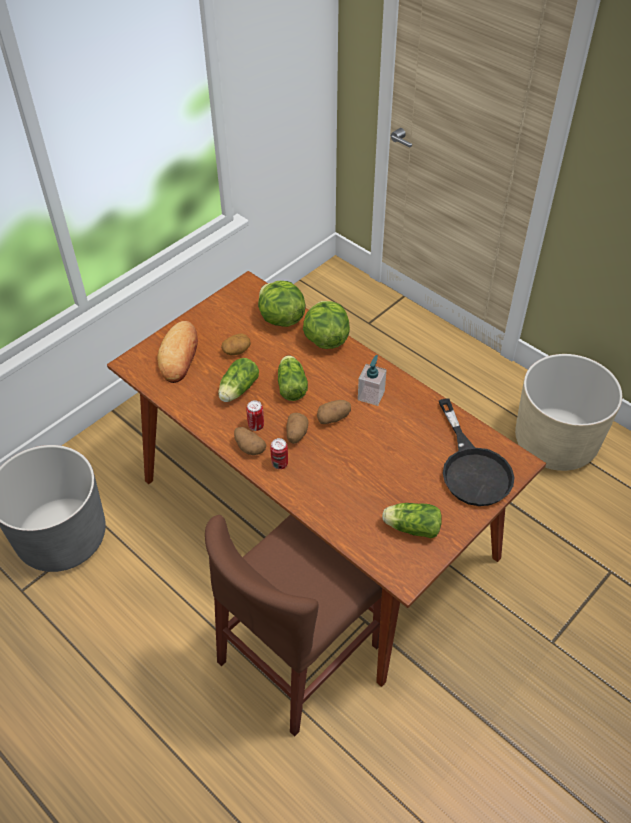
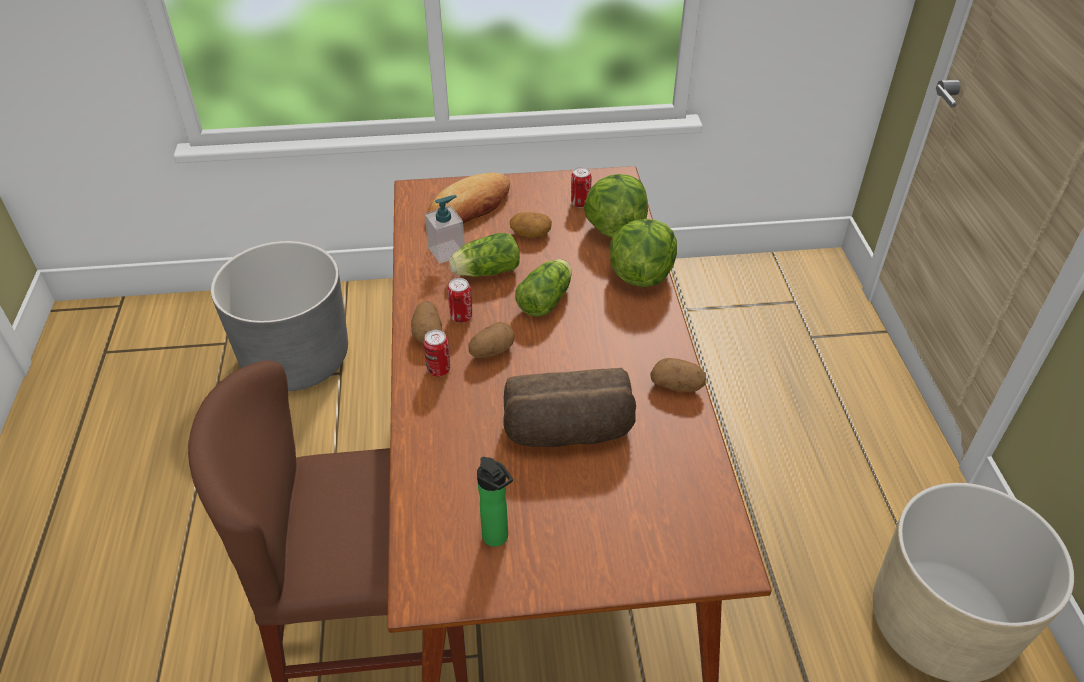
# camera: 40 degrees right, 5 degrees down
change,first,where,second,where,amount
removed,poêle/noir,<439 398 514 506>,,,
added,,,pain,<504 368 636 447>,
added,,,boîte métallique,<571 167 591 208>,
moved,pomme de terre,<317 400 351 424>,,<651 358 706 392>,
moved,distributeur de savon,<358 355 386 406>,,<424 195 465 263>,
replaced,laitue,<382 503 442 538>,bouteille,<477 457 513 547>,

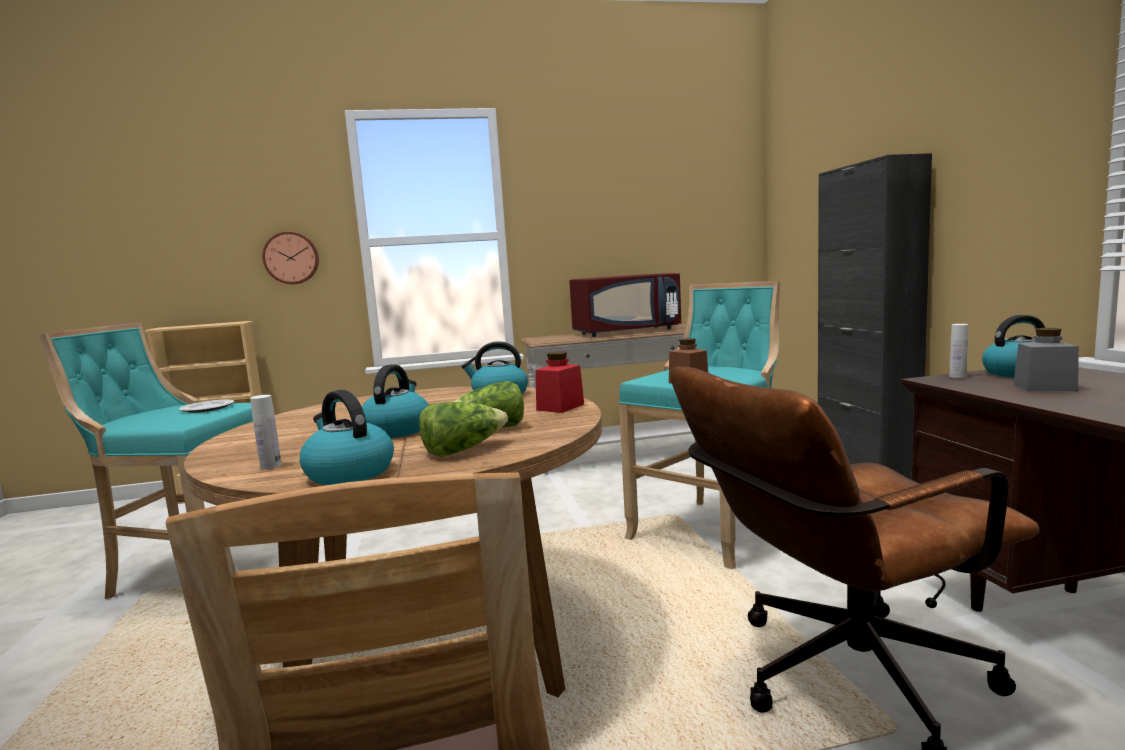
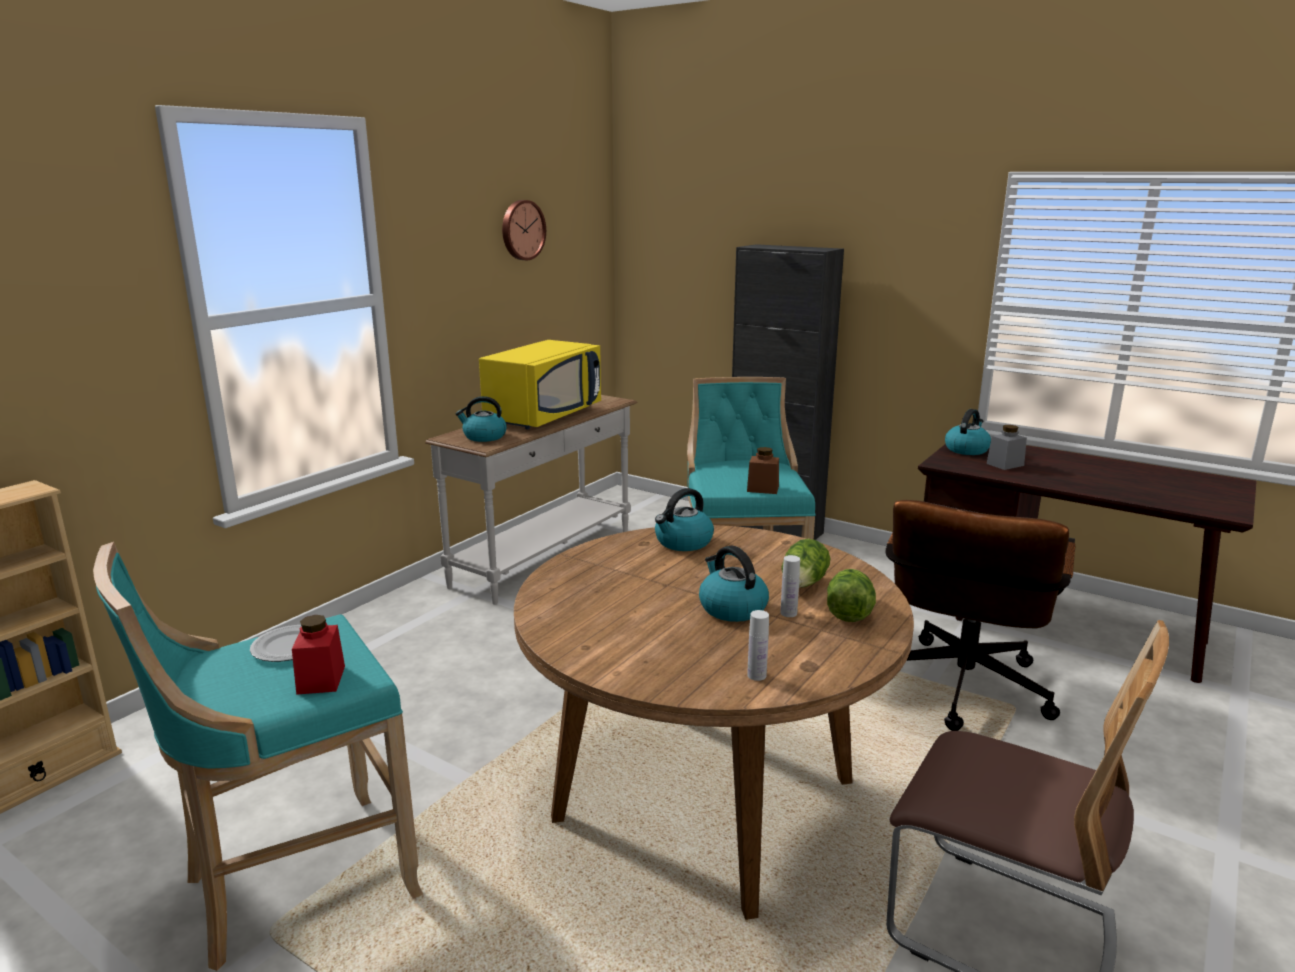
# camera: 45 degrees left, 10 degrees up
change,first,where,second,where,amount
moved,horloge murale,<262 232 319 284>,,<502 200 546 260>,
moved,bouilloire,<300 390 394 485>,,<455 396 507 442>,
moved,bocal/rouge,<535 352 584 413>,,<292 615 345 695>,
moved,bouteille/blanc,<949 324 968 378>,,<780 555 800 617>,
recoloured,micro-ondes/rouge,<569 273 681 337>,micro-ondes/jaune,<479 340 601 429>,

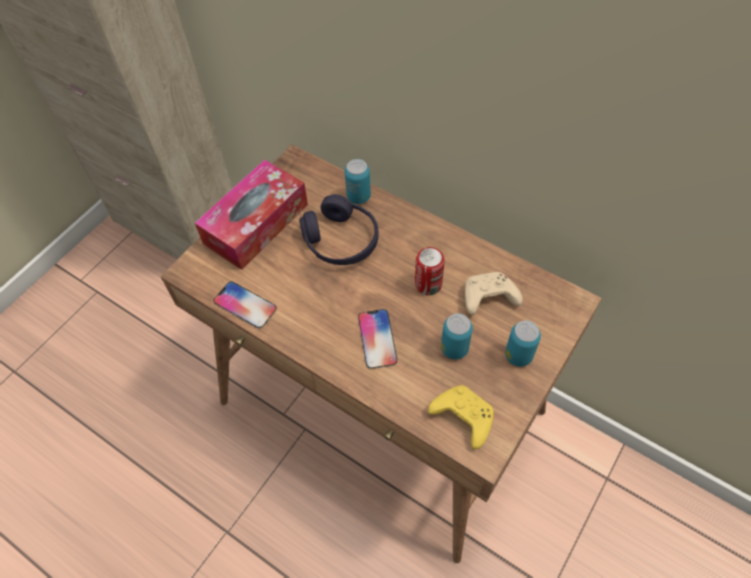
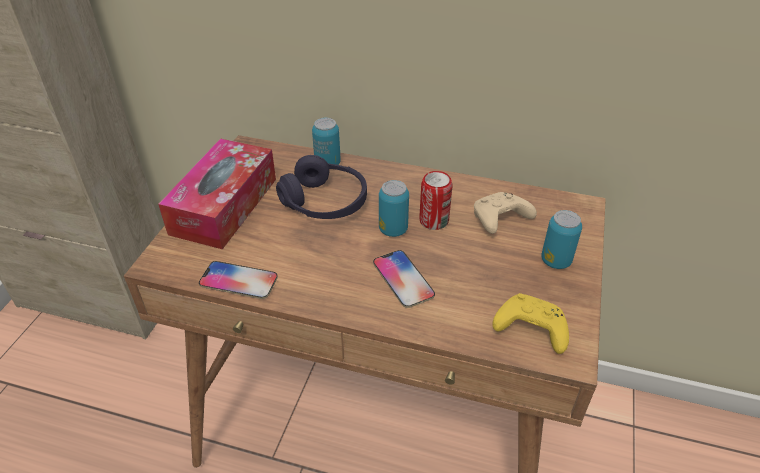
# camera: 20 degrees left, 15 degrees down
change,first,where,second,where,amount
moved,boîte métallique,<441 313 473 360>,,<379 180 409 237>,

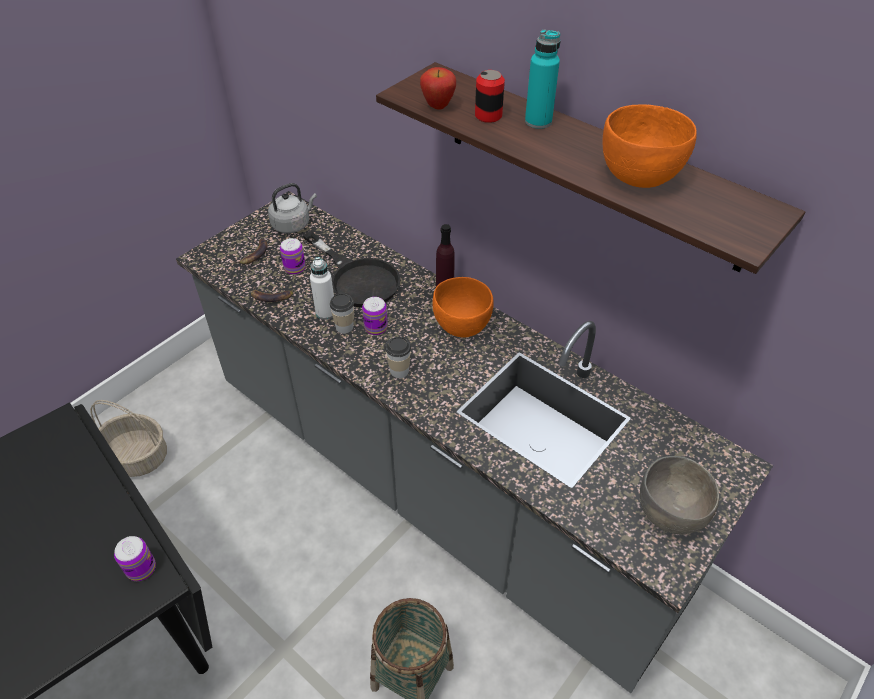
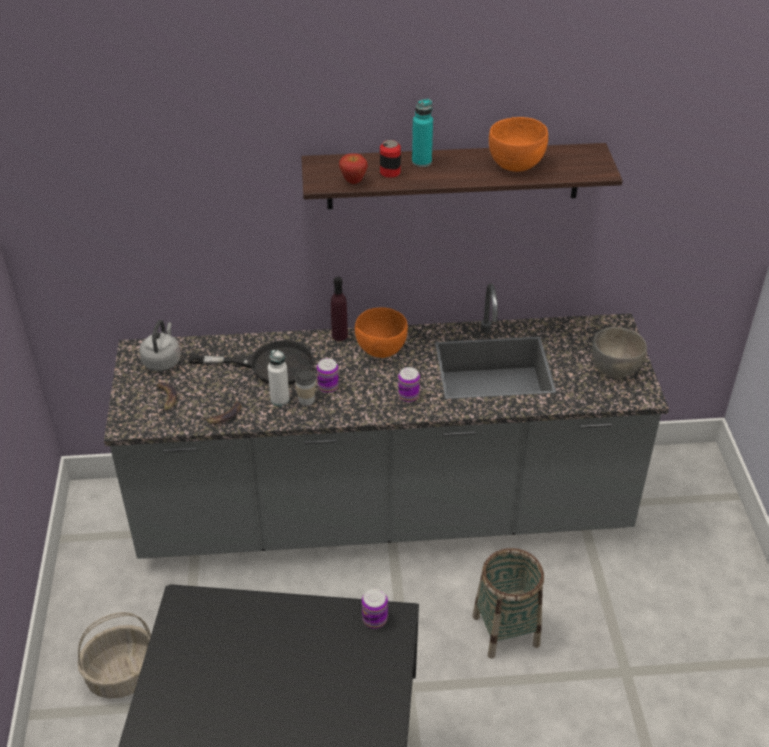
# camera: 45 degrees left, 5 degrees down
change,first,where,second,where,amount
removed,tasse,<385 337 411 378>,,,
moved,boîte métallique,<280 238 306 275>,,<398 367 420 402>,

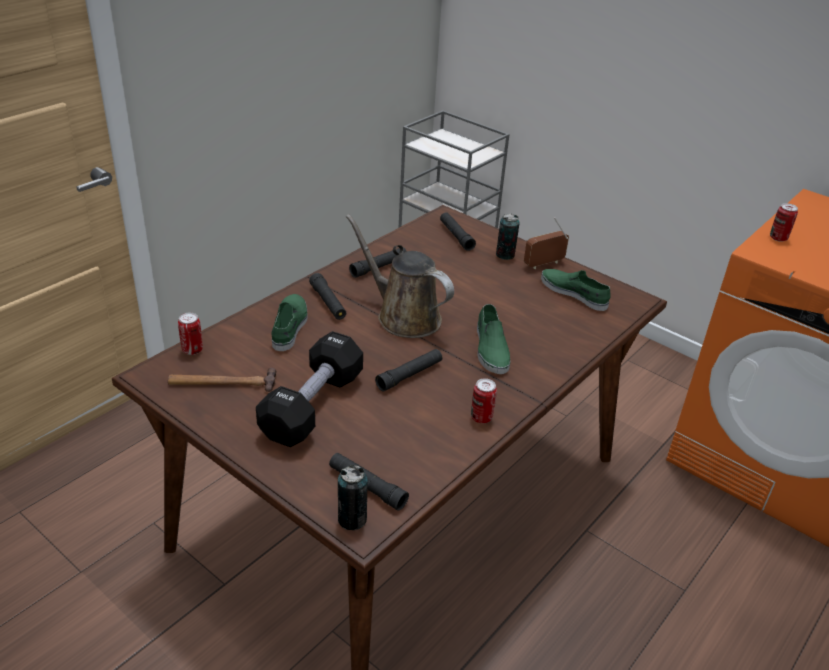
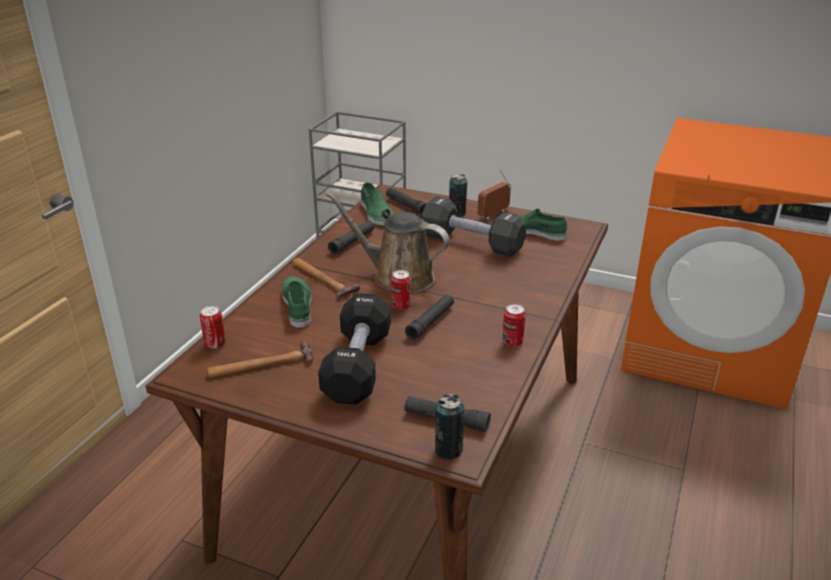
# camera: 15 degrees left, 5 degrees down
change,first,where,second,where,amount
added,,,haltère/noir,<421 196 526 257>,
moved,chaussure/vert,<477 304 510 374>,,<361 182 394 225>,
moved,boîte métallique,<770 203 798 242>,,<391 270 411 310>,
replaced,lampe de poche/noir,<309 273 346 320>,marteau,<293 258 360 298>,

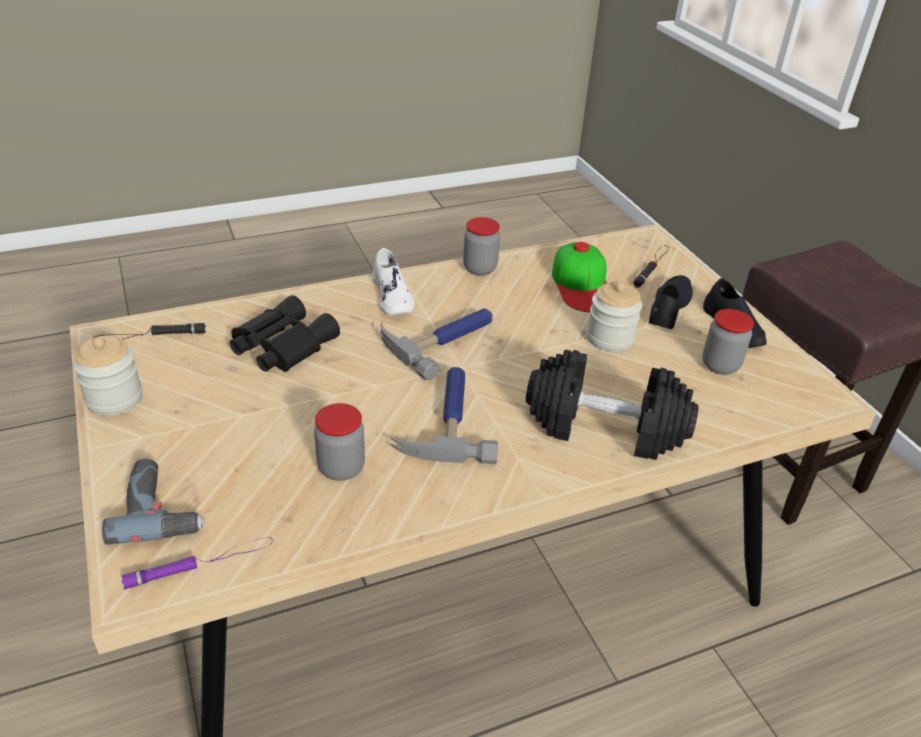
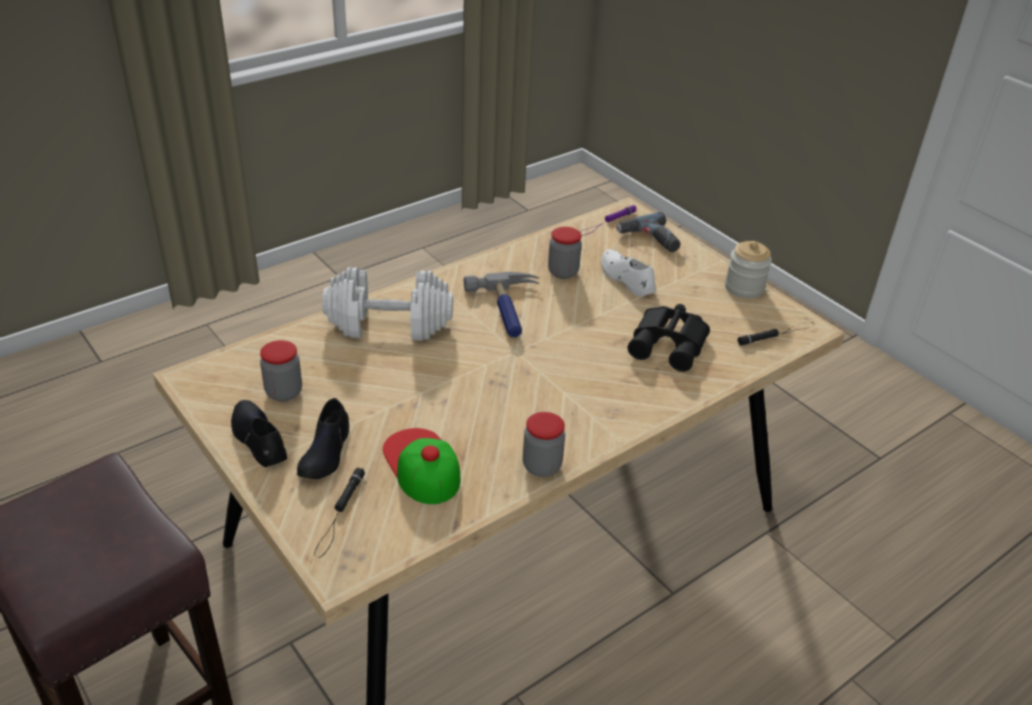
# camera: 165 degrees right, 0 degrees up
change,first,where,second,where,amount
removed,marteau,<381 308 493 380>,,,
removed,bocal,<587 282 642 352>,,,
moved,chaussure/blanc,<373 248 415 315>,,<601 249 656 297>,
recoloured,haltère/noir,<526 350 699 460>,haltère/blanc,<322 267 453 341>,

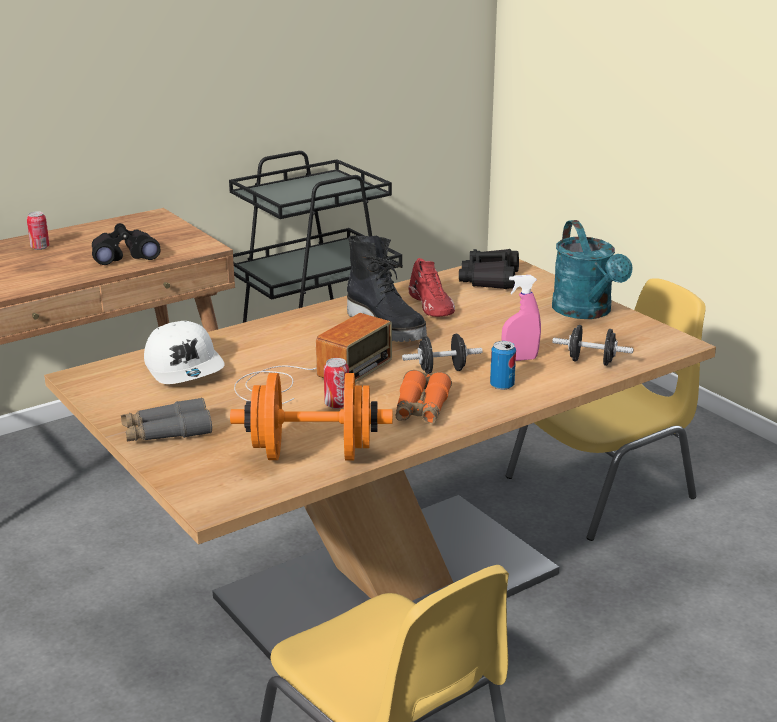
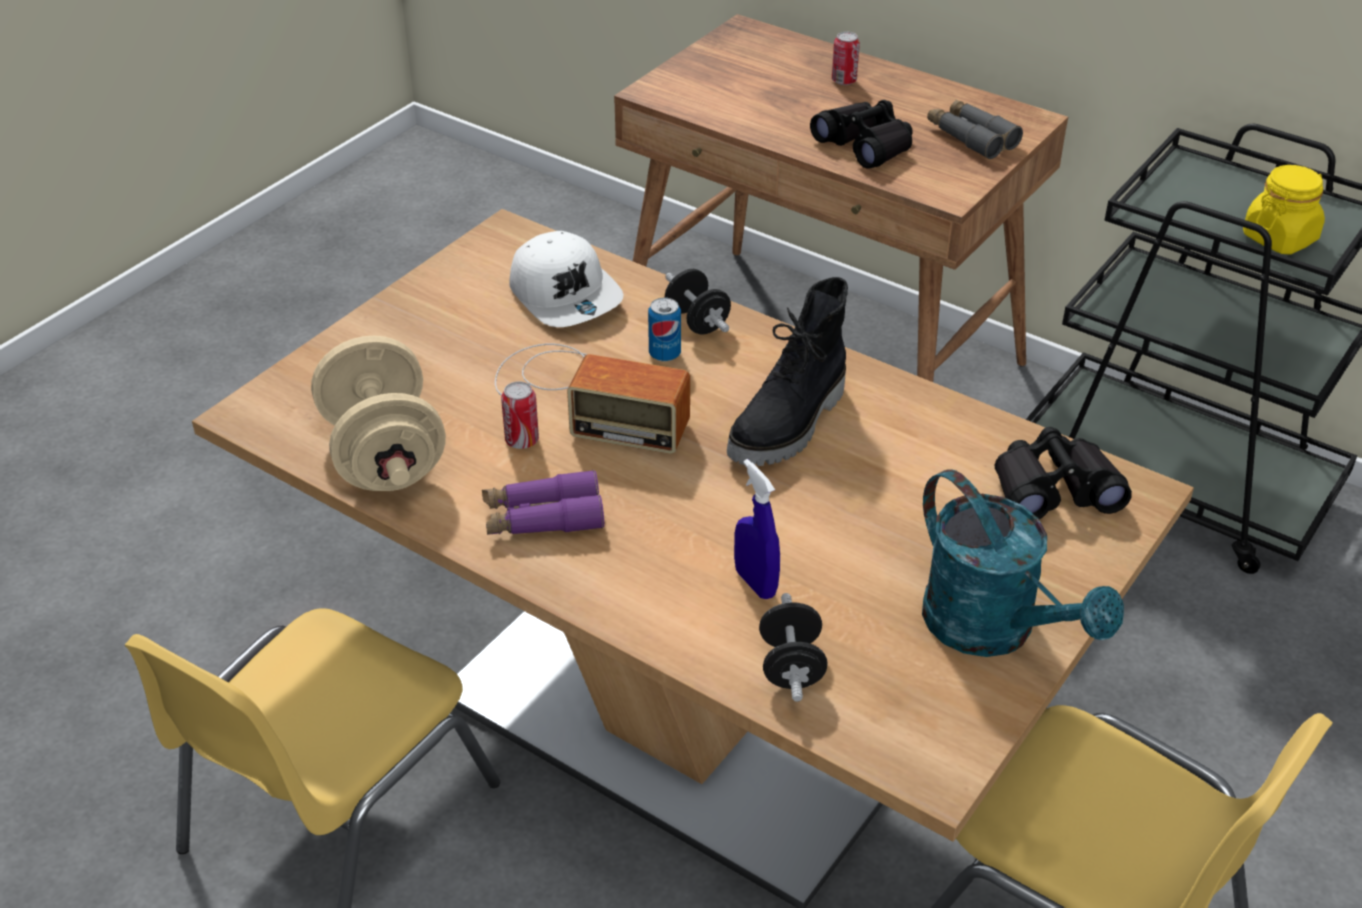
# camera: 70 degrees right, 15 degrees up
change,first,where,second,where,amount
removed,chaussure/rouge,<409 258 455 317>,,,
added,,,bocal/jaune,<1243 165 1325 255>,
moved,jumelles/gris,<121 397 212 441>,,<927 99 1023 159>,
moved,haltère/noir,<402 334 483 374>,,<665 269 731 335>,
moved,boîte métallique,<490 341 516 390>,,<648 298 681 362>,
recoloured,haltère/orange,<230 373 392 460>,haltère/beige,<311 335 446 491>,
recoloured,jumelles/orange,<396 370 452 424>,jumelles/violet,<482 470 604 535>,
recoloured,vaporisateur/rose,<502 275 541 361>,vaporisateur/bleu,<734 459 780 599>,
turned,casquette/blanc,<144 321 225 384>,,<509 231 623 327>,75 degrees counterclockwise
turned,arrosoir/turquoise,<552 220 633 319>,,<922 469 1124 657>,90 degrees counterclockwise

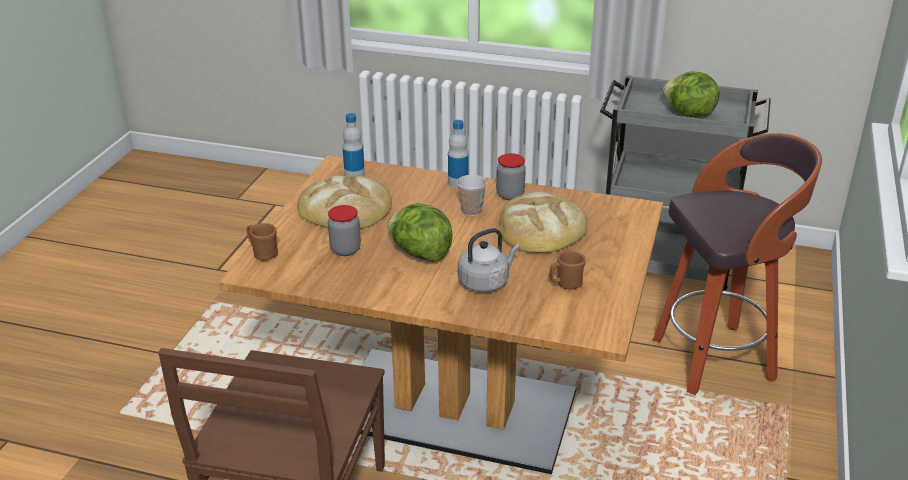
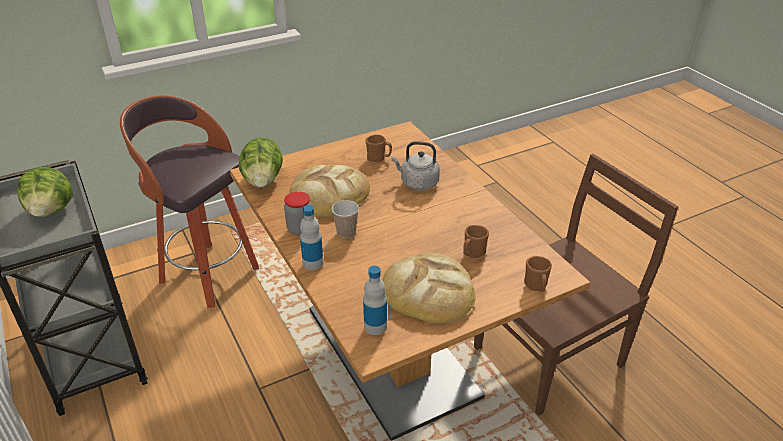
# camera: 135 degrees left, 5 degrees up
change,first,where,second,where,amount
moved,laitue,<387 203 453 262>,,<239 137 283 188>,
replaced,bocal,<328 205 361 256>,mug/marron,<463 225 489 258>,

